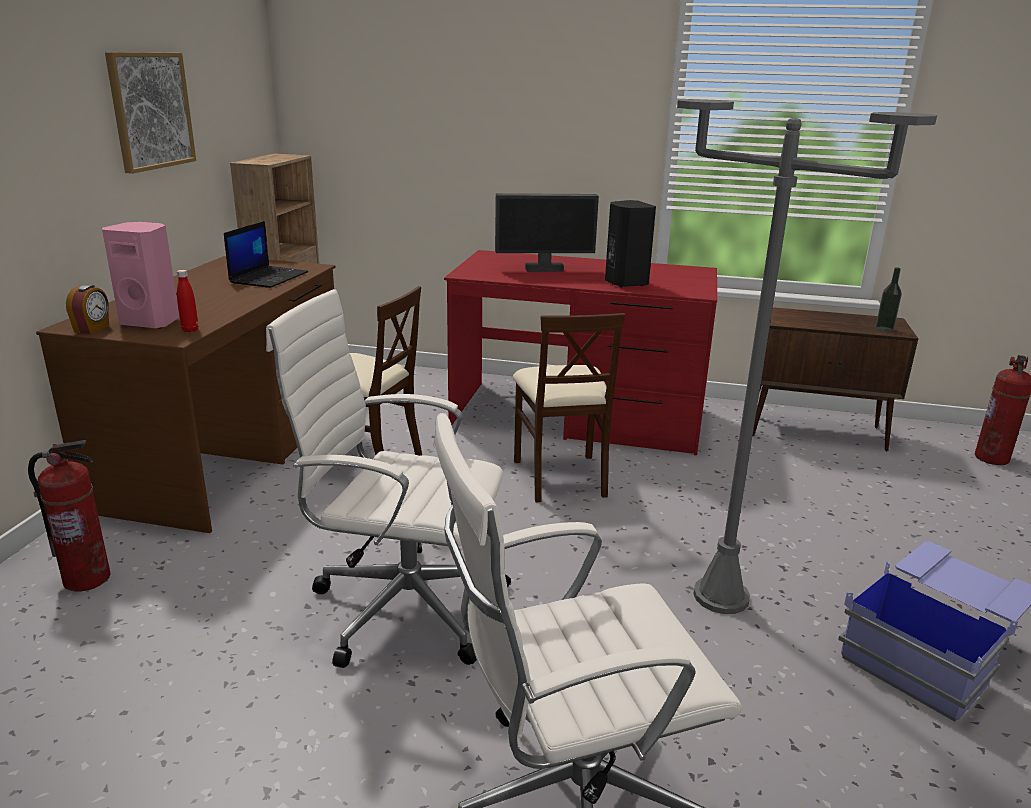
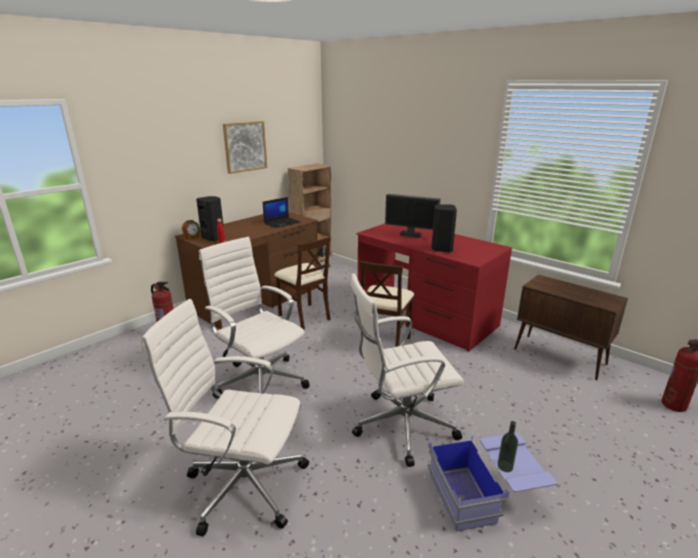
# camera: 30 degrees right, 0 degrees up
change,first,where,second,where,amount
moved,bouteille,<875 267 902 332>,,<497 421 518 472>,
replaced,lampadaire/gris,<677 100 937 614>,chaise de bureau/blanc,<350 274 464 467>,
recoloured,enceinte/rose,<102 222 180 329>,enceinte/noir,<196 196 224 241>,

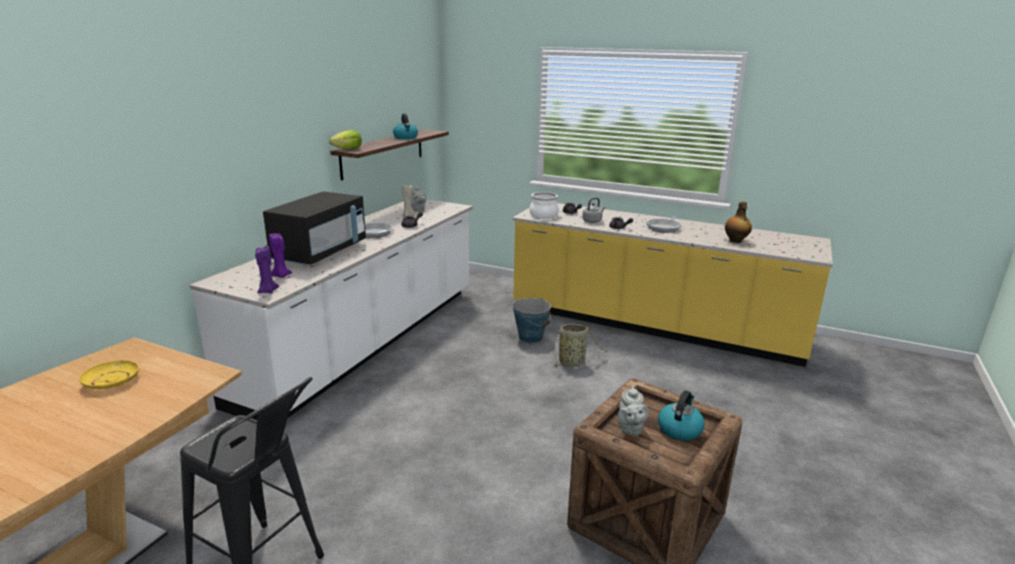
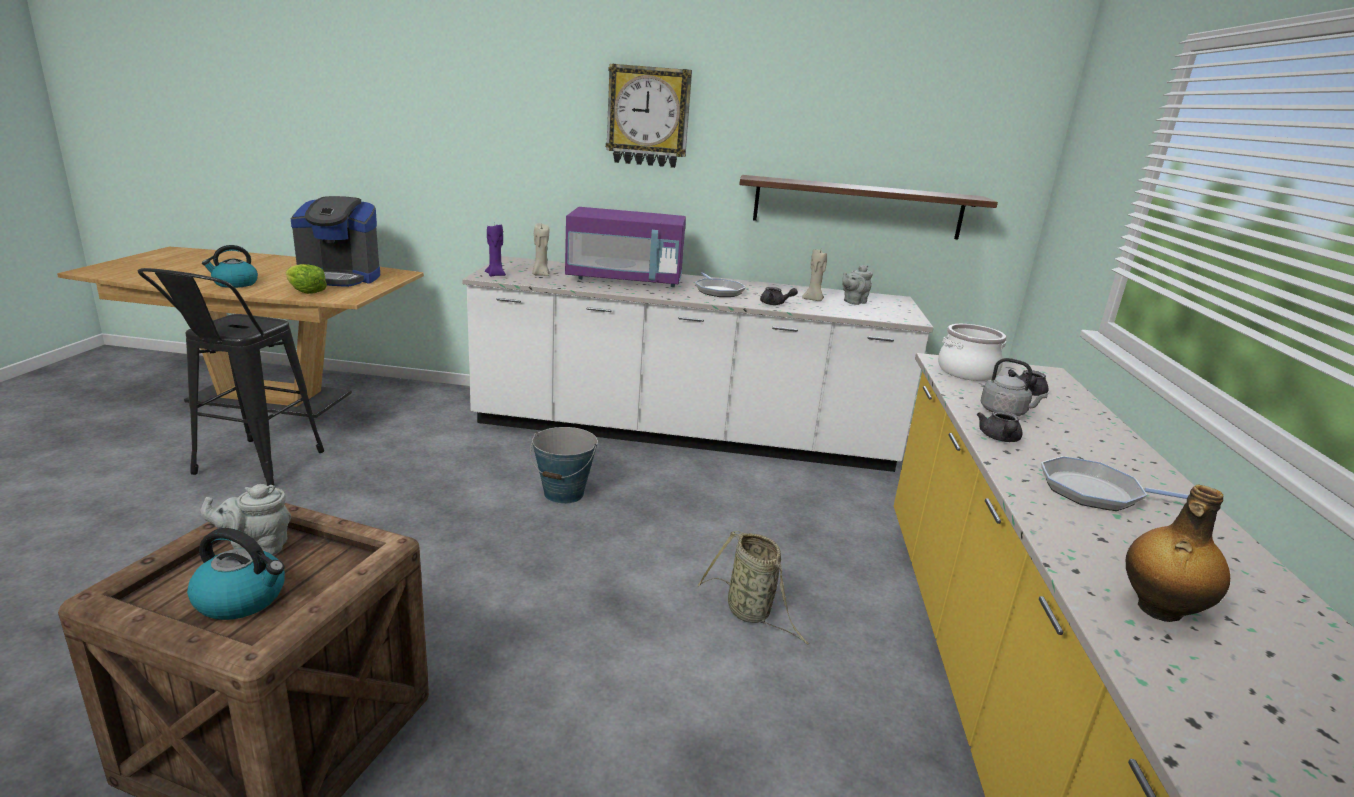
# camera: 70 degrees right, 0 degrees up
change,first,where,second,where,amount
added,,,horloge murale,<606 64 692 168>,
moved,laitue,<329 130 362 149>,,<286 264 327 294>,
moved,bouilloire,<393 113 418 139>,,<202 245 258 288>,
moved,seau,<513 298 551 343>,,<530 427 598 504>,
replaced,assiette/jaune,<79 360 139 389>,machine à café,<291 196 380 287>,
recoloured,micro-ondes/noir,<263 191 366 266>,micro-ondes/violet,<565 207 686 287>,
recoloured,bougie/violet,<269 234 292 278>,bougie/beige,<532 223 549 276>,

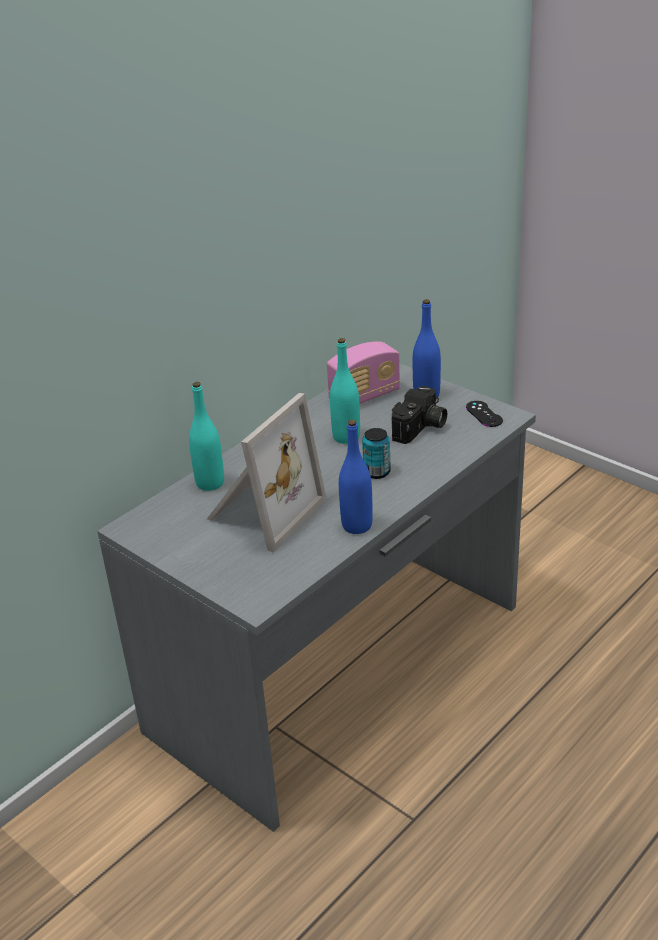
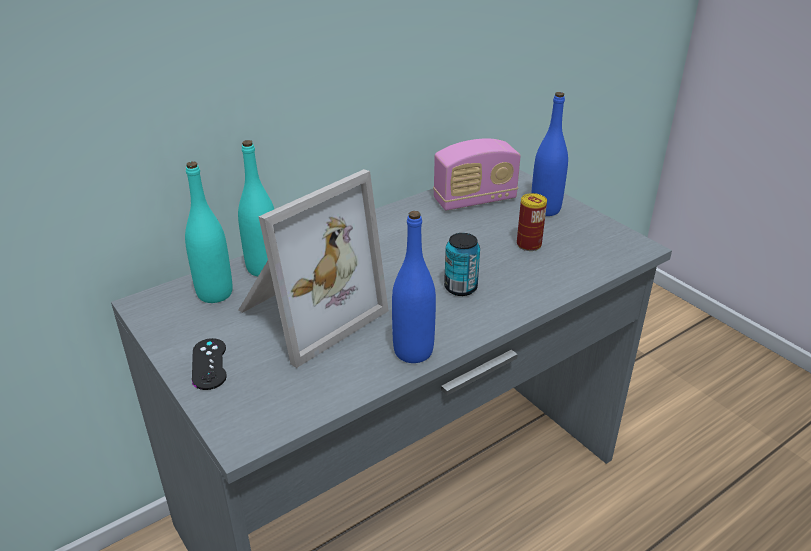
# camera: 10 degrees right, 0 degrees up
change,first,where,second,where,amount
moved,bouteille/turquoise,<330 338 360 444>,,<185 162 232 303>,
moved,manette/noir,<466 401 503 427>,,<192 338 227 390>,
replaced,appareil photo,<392 386 447 444>,boîte métallique,<517 193 547 251>,

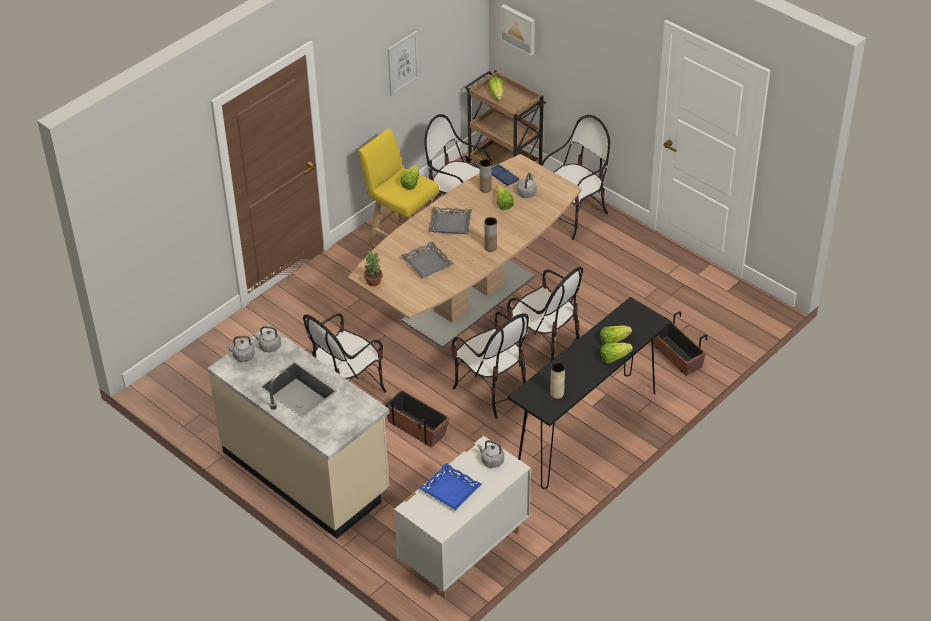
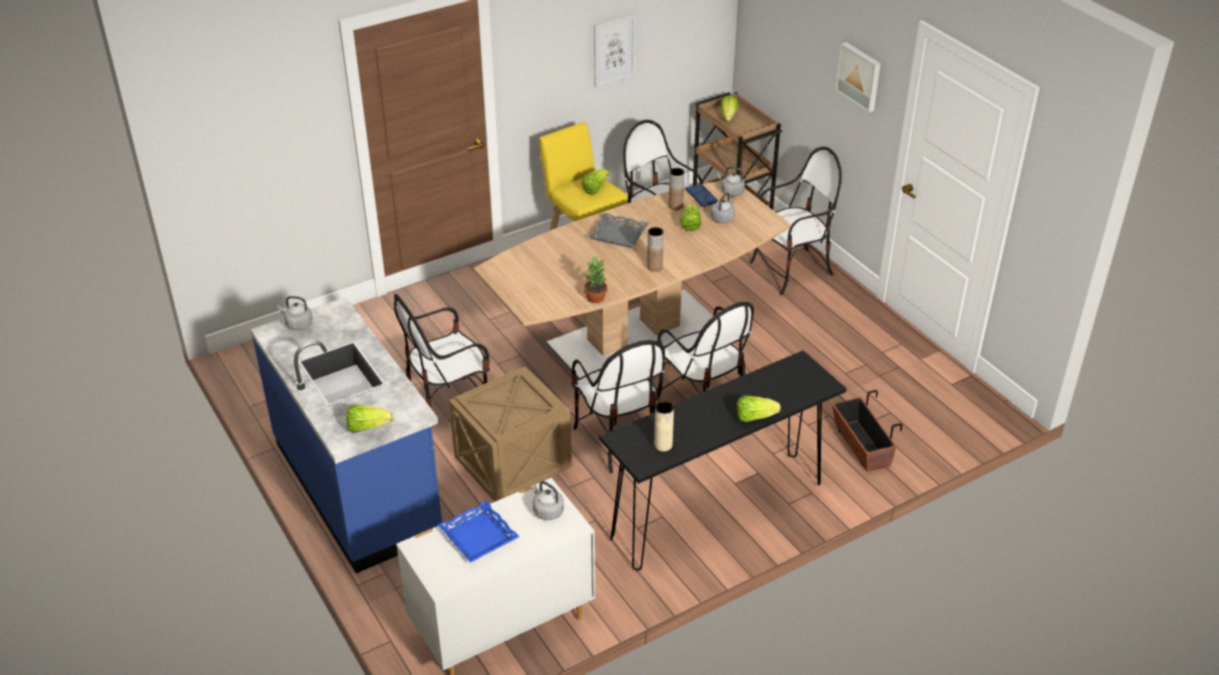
# camera: 15 degrees right, 5 degrees down
change,first,where,second,where,amount
removed,plateau/gris,<401 241 454 278>,,,
moved,bouilloire/gris,<253 326 281 352>,,<717 167 745 196>,
moved,plante en pot,<363 250 383 287>,,<584 256 607 303>,
moved,tableau,<500 4 535 56>,,<836 42 881 112>,
moved,laitue,<600 325 632 345>,,<346 405 393 433>,
replaced,cache-pot,<385 390 450 448>,caisse,<449 366 572 502>,
recoloured,comptoir de cuisine/beige,<207 325 390 538>,comptoir de cuisine/bleu,<250 297 442 573>,

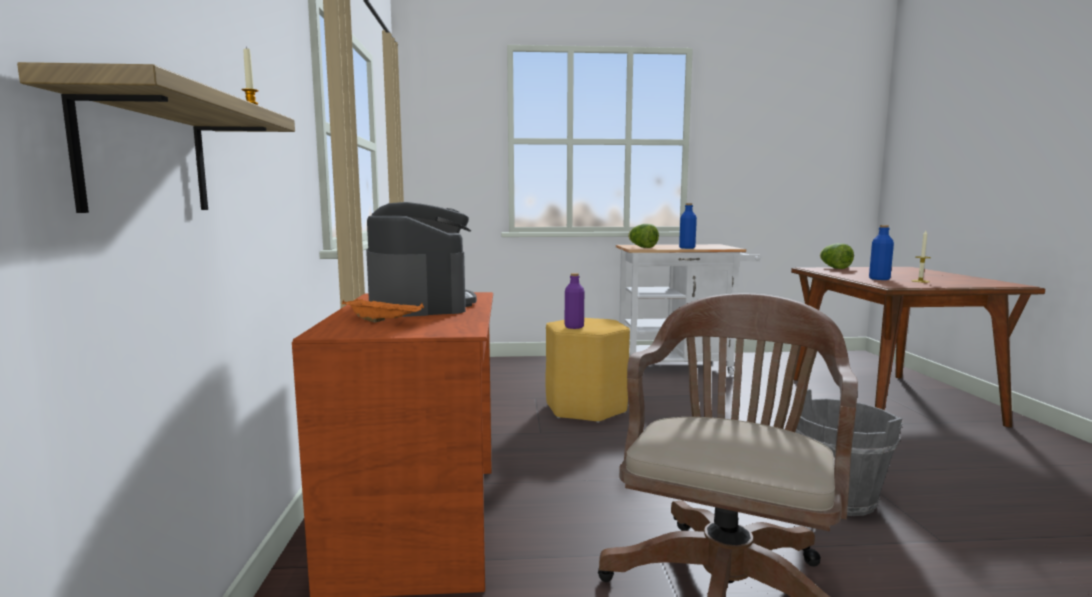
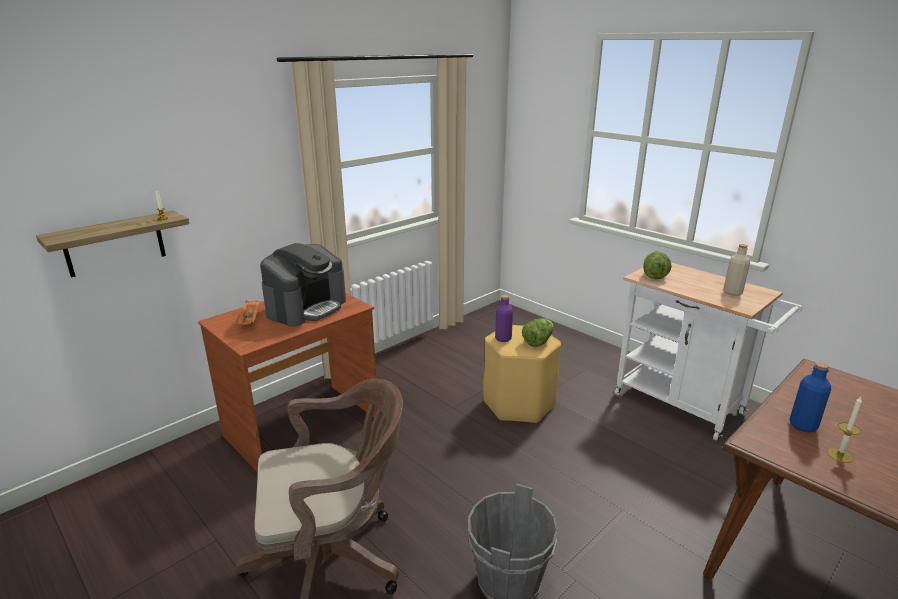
# camera: 50 degrees right, 15 degrees up
change,first,where,second,where,amount
removed,bouteille/bleu,<679 203 697 249>,,,
added,,,bouteille/beige,<723 244 750 296>,
moved,laitue,<820 243 854 269>,,<522 318 553 347>,

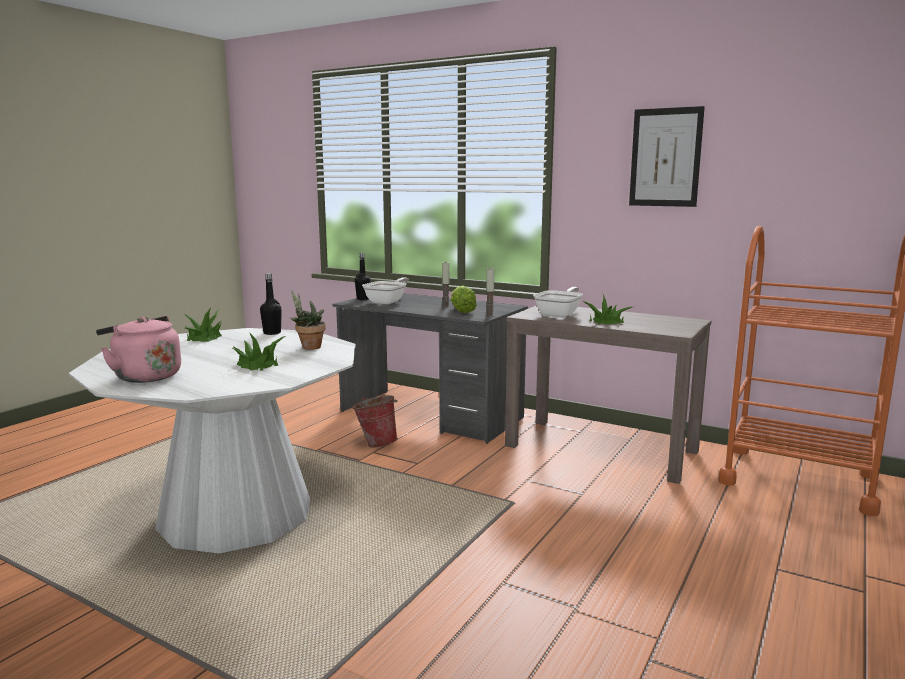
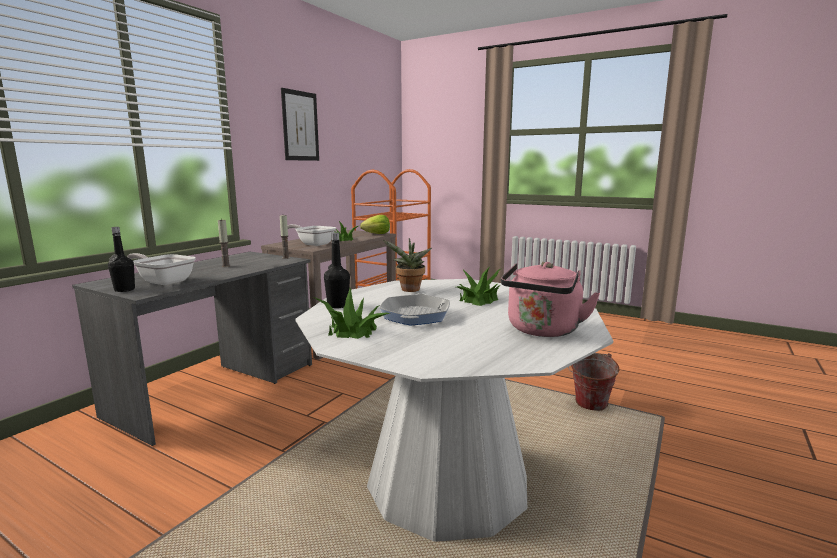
# camera: 90 degrees left, 0 degrees up
change,first,where,second,where,amount
added,,,poêle,<379 293 450 325>,
moved,seau,<352 395 398 448>,,<568 353 619 411>,
moved,laitue,<451 286 477 313>,,<360 215 390 234>,

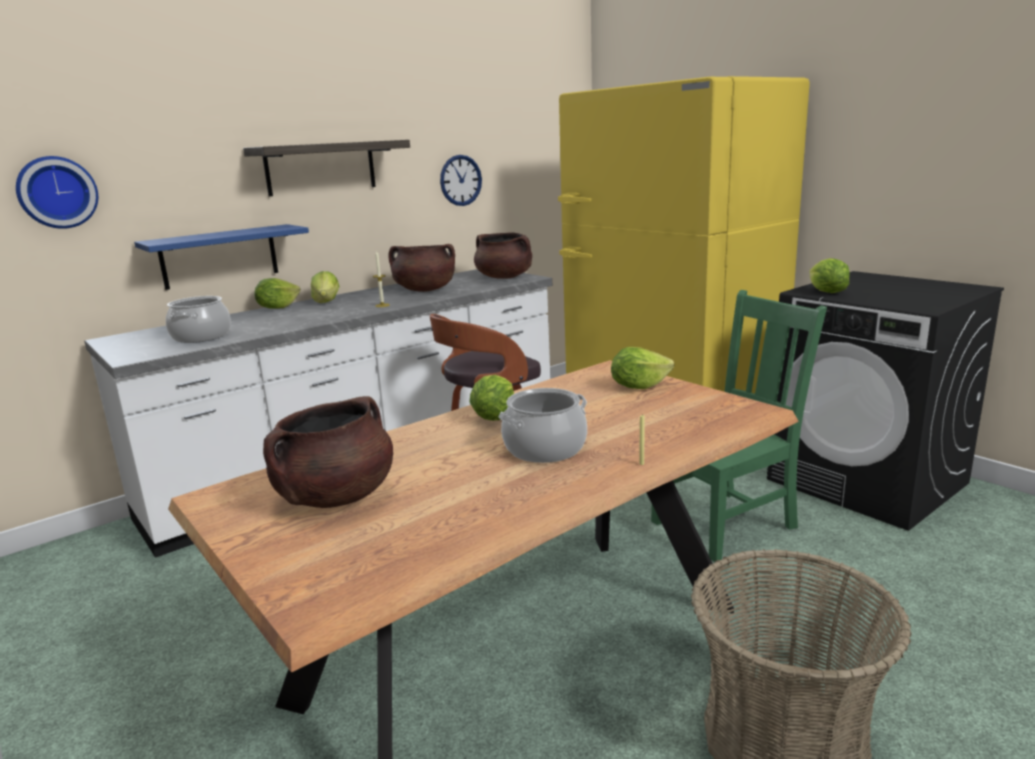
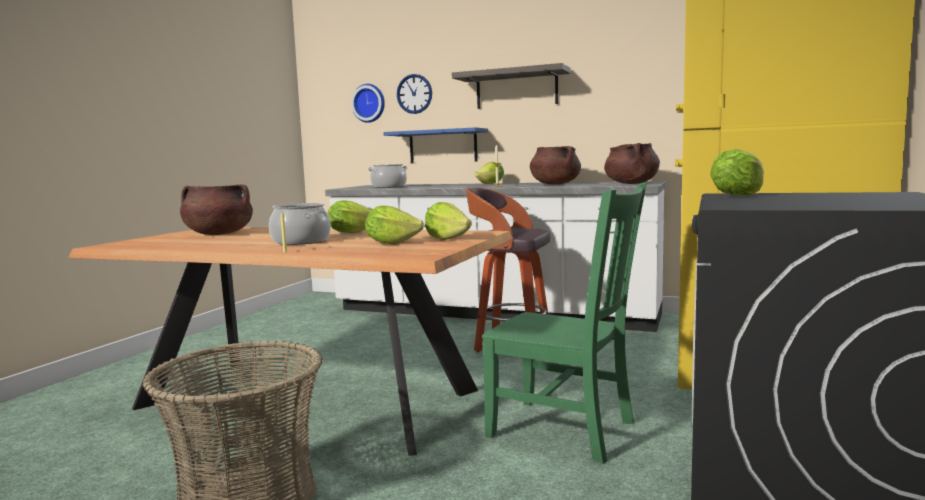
# camera: 60 degrees right, 10 degrees down
change,first,where,second,where,amount
moved,laitue,<254 278 300 308>,,<365 206 424 244>,
moved,horloge murale,<440 155 482 206>,,<397 74 432 114>,

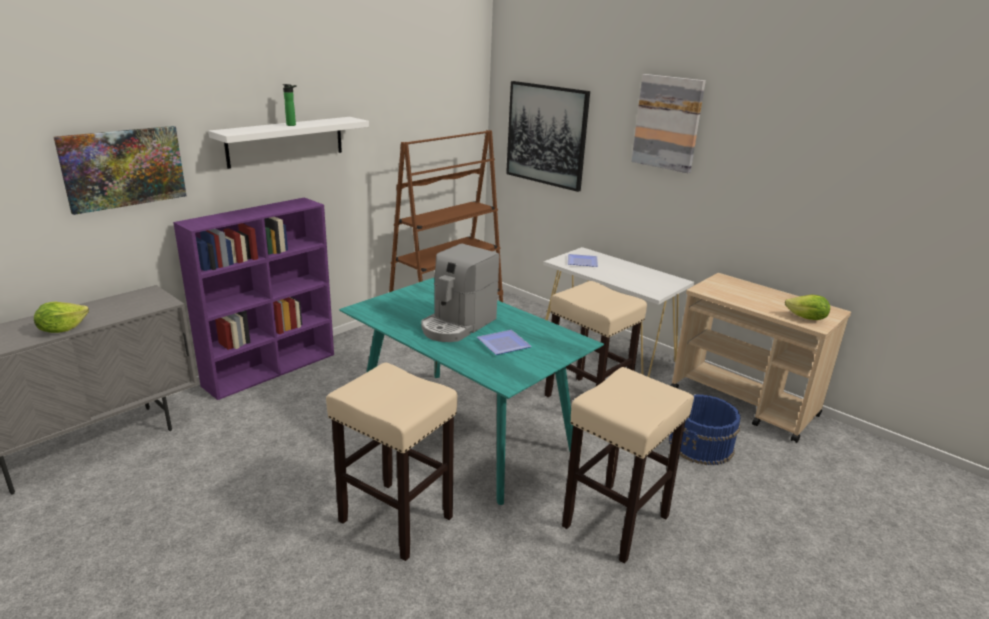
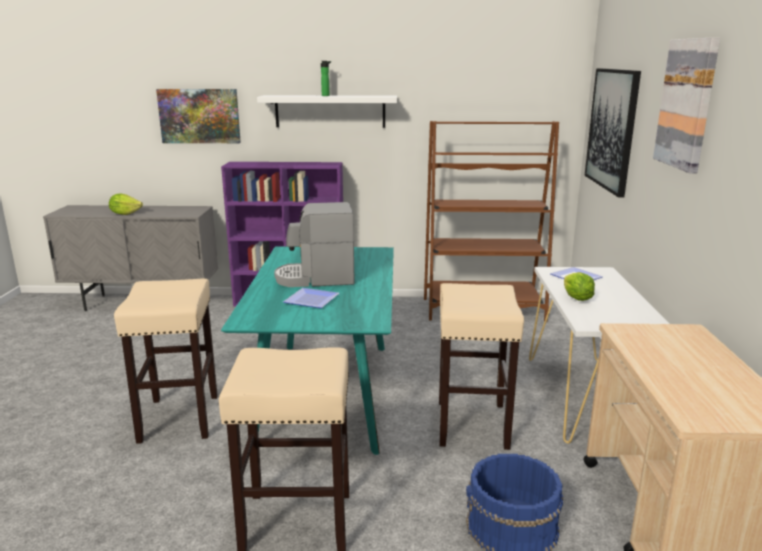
# camera: 50 degrees right, 5 degrees down
change,first,where,second,where,amount
moved,laitue,<785 295 830 320>,,<564 272 595 301>,

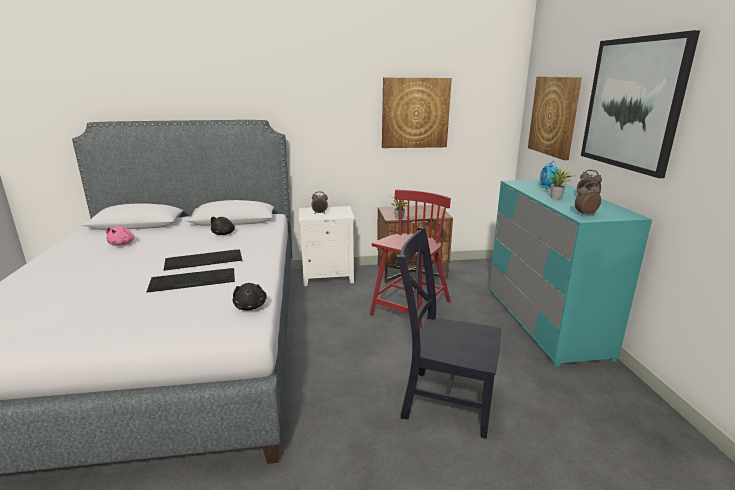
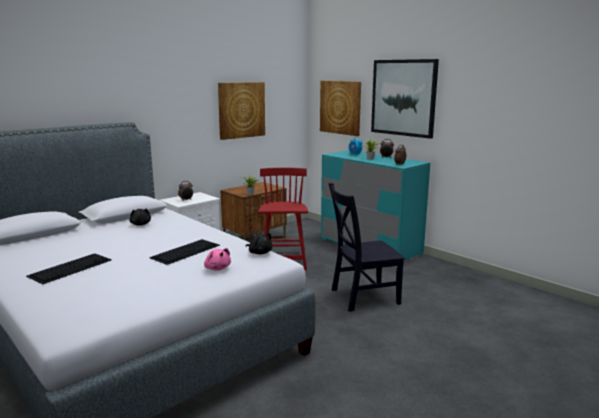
# camera: 35 degrees left, 5 degrees down
change,first,where,second,where,amount
moved,peluche/rose,<106 226 134 246>,,<204 248 231 271>,
moved,clavier,<164 249 242 271>,,<26 254 112 284>,

